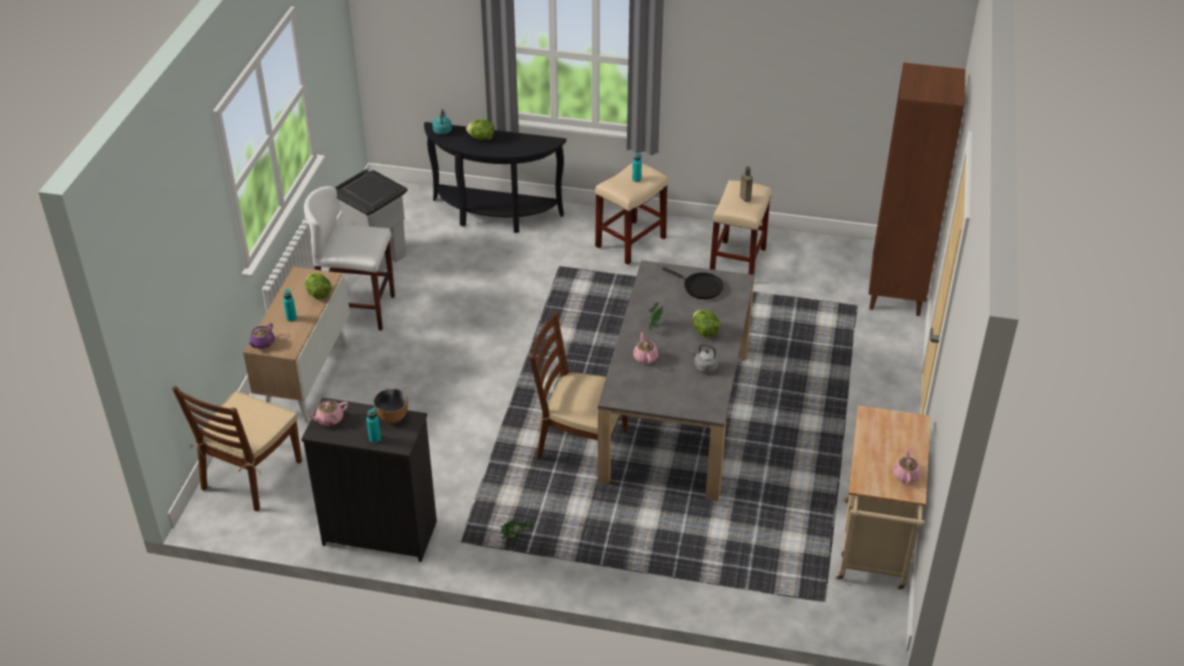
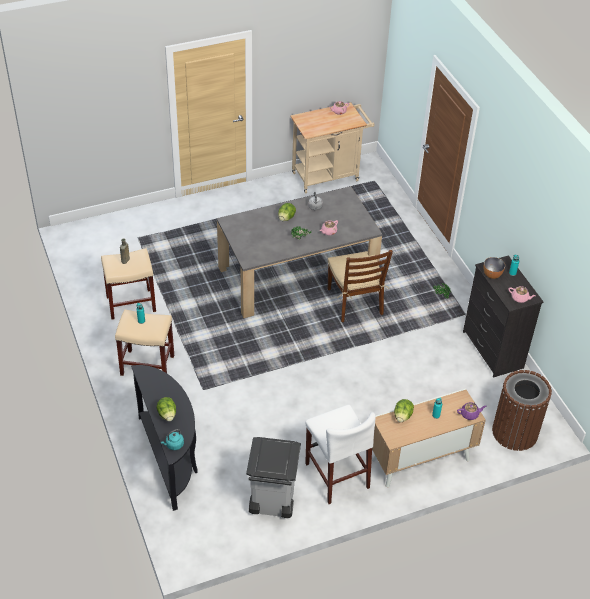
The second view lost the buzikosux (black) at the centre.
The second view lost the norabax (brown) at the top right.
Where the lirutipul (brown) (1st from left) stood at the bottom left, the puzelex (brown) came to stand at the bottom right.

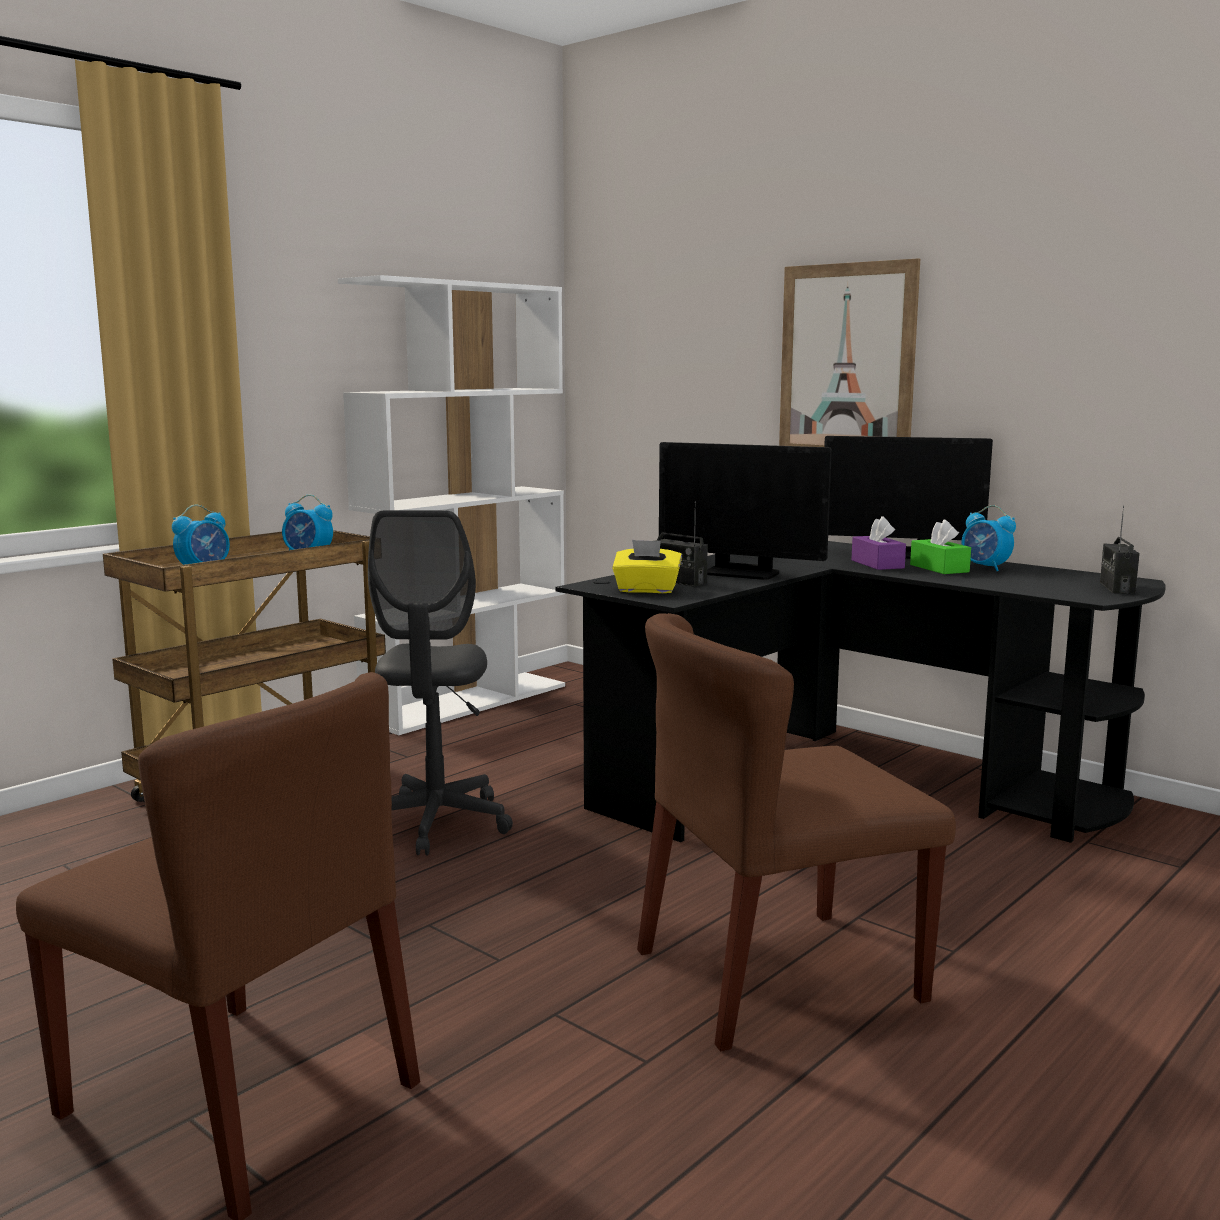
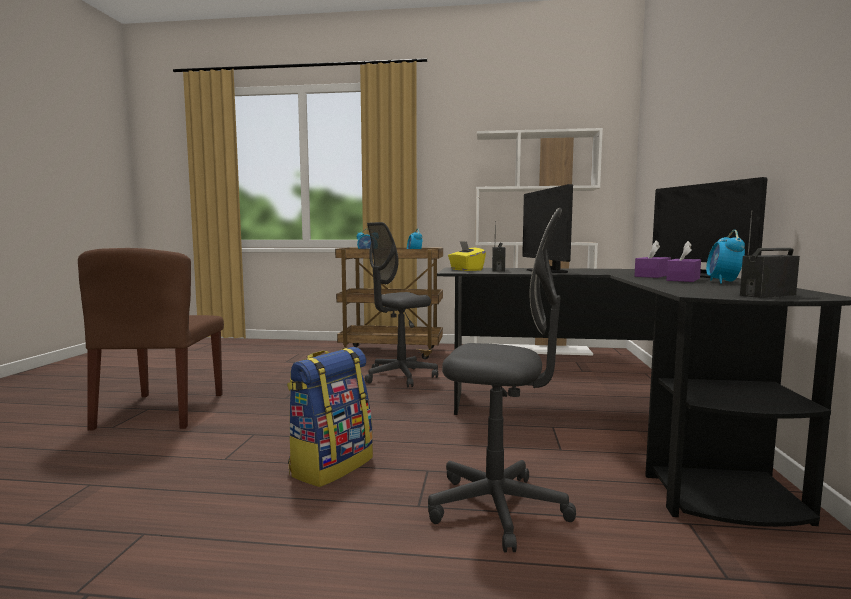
The second view lost the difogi at the top right.
The second view gained the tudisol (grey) (2nd from left) at the centre.
Where the lirutipul (brown) (2nd from left) stood at the bottom centre, the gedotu came to stand at the bottom centre.
What was the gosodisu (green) at the middle right turned into the gosodisu (purple) (2nd from left) at the middle right.

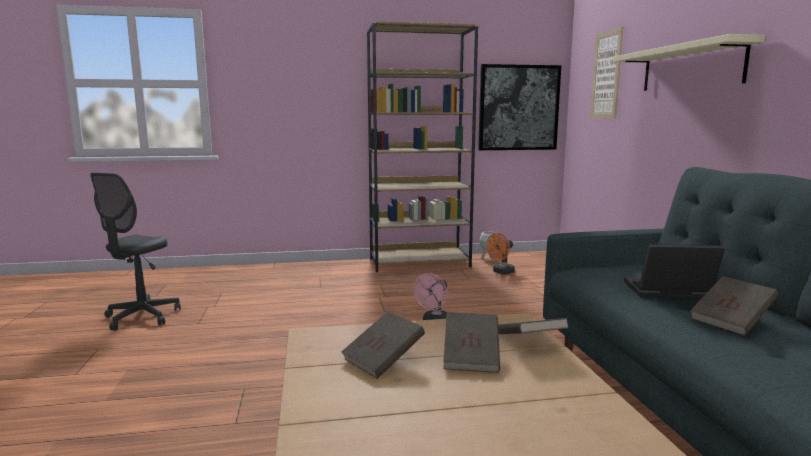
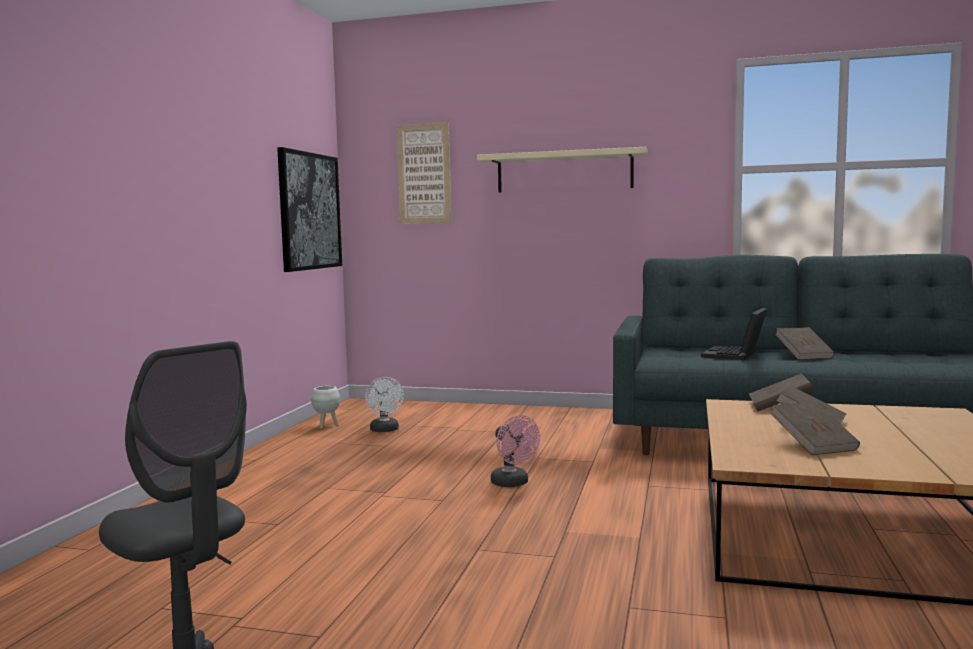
The second view lost the norabax (brown) at the top centre.
What was the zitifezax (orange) at the centre turned into the zitifezax (white) at the centre.

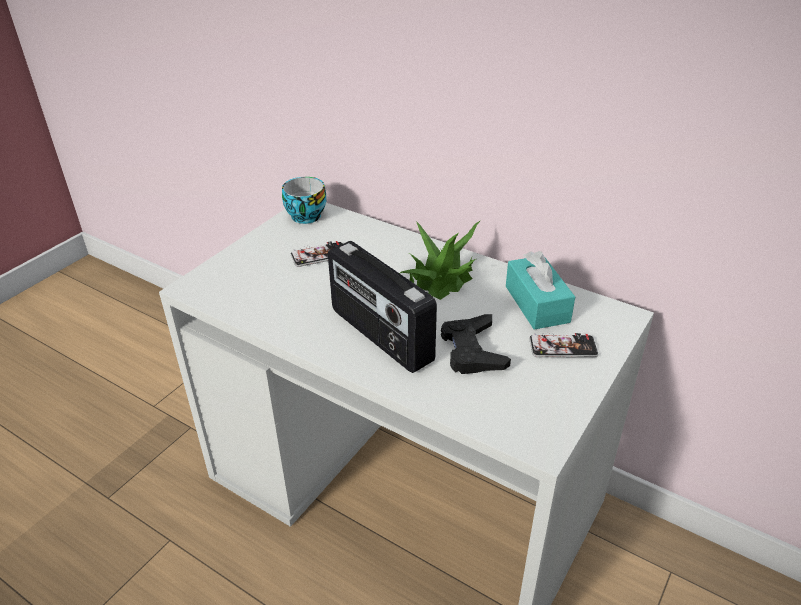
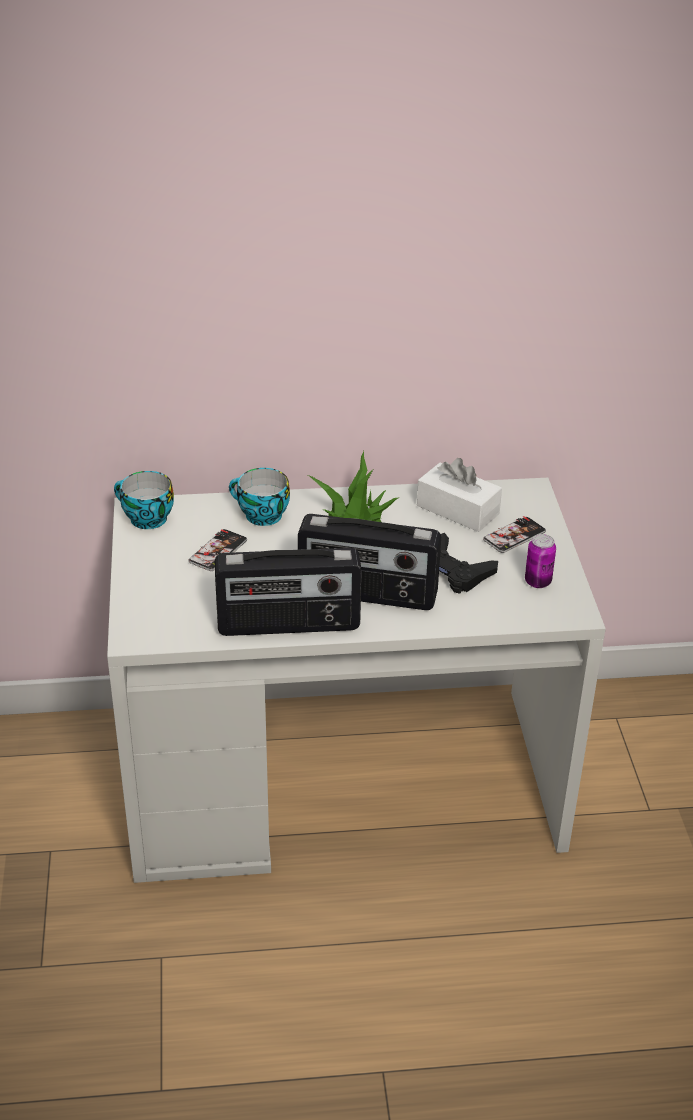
The second view gained the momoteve (1st from left) at the centre.
The second view gained the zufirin (2nd from left) at the centre.
The second view gained the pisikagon at the middle right.
What was the gosodisu (turquoise) at the middle right turned into the gosodisu (white) at the centre.

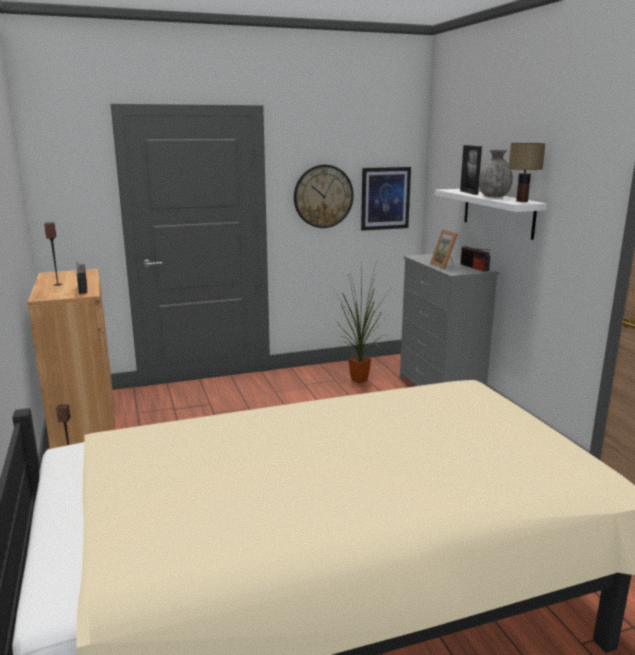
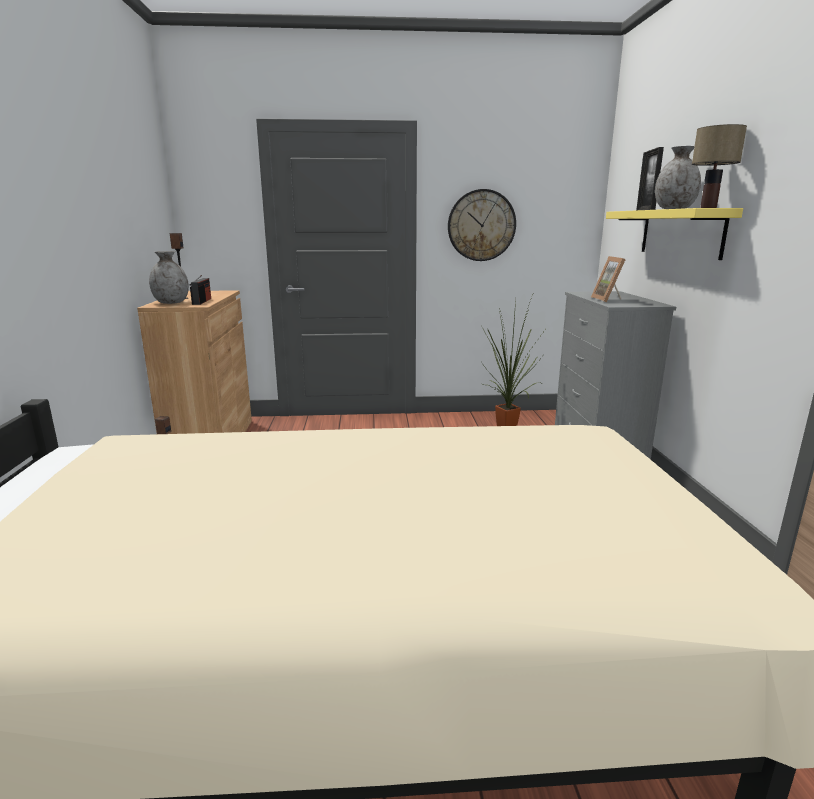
The second view lost the difogi at the top centre.
The second view lost the momoteve (2nd from left) at the middle right.
The second view gained the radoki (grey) (1st from left) at the middle left.
What was the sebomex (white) at the top right turned into the sebomex (yellow) at the top right.

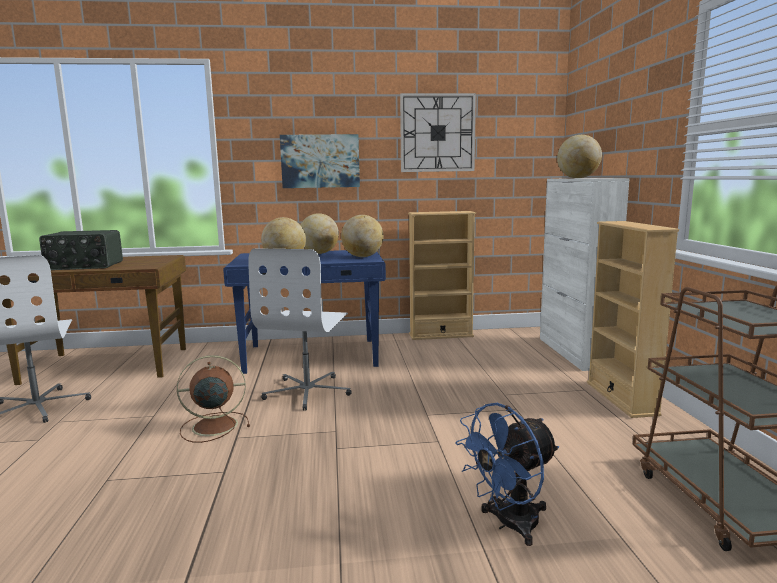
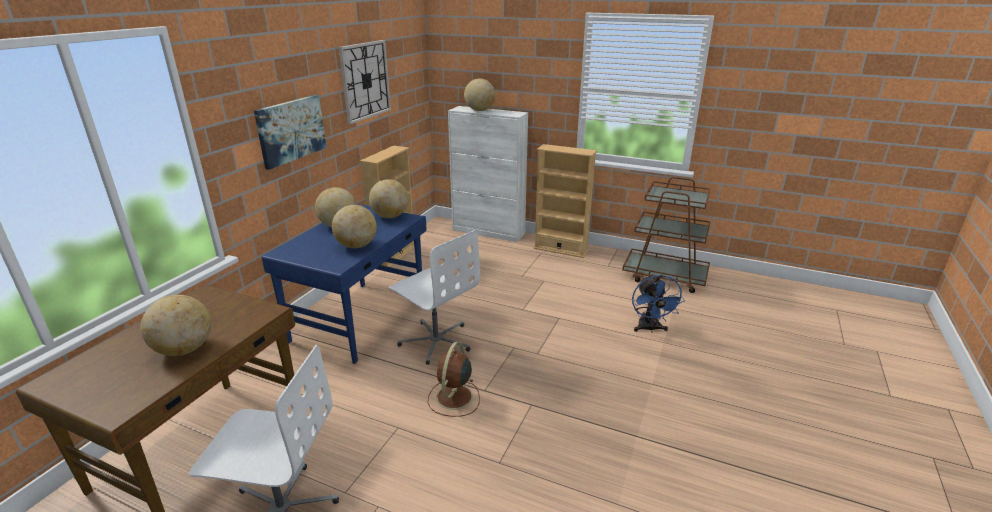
Where the momoteve stood at the middle left, the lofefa (1st from left) came to stand at the middle left.

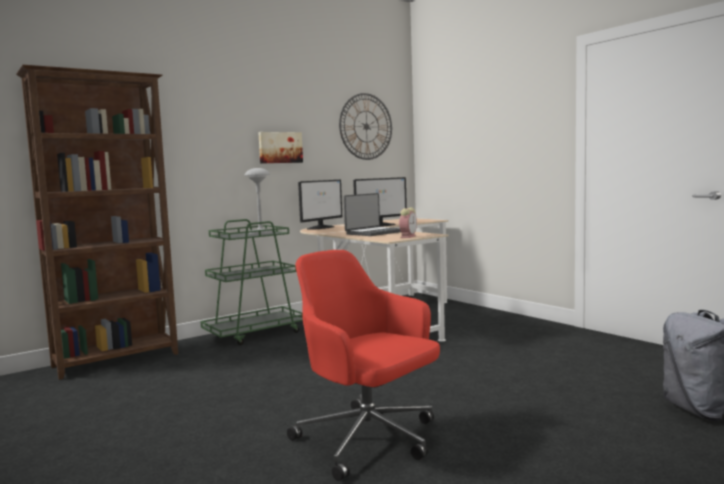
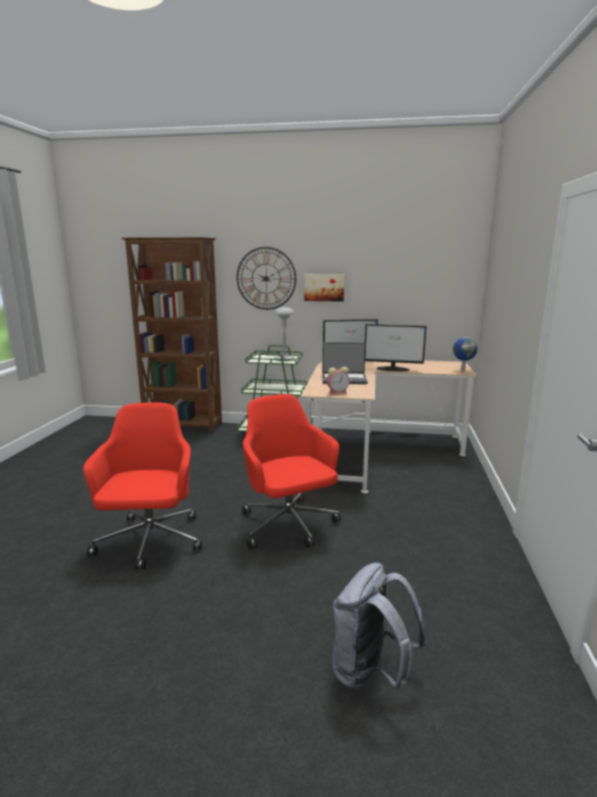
The second view gained the tudisol (red) (2nd from left) at the centre.
The second view gained the lofefa at the middle right.
The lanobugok ended up elsewhere, having gone from the top centre to the centre.

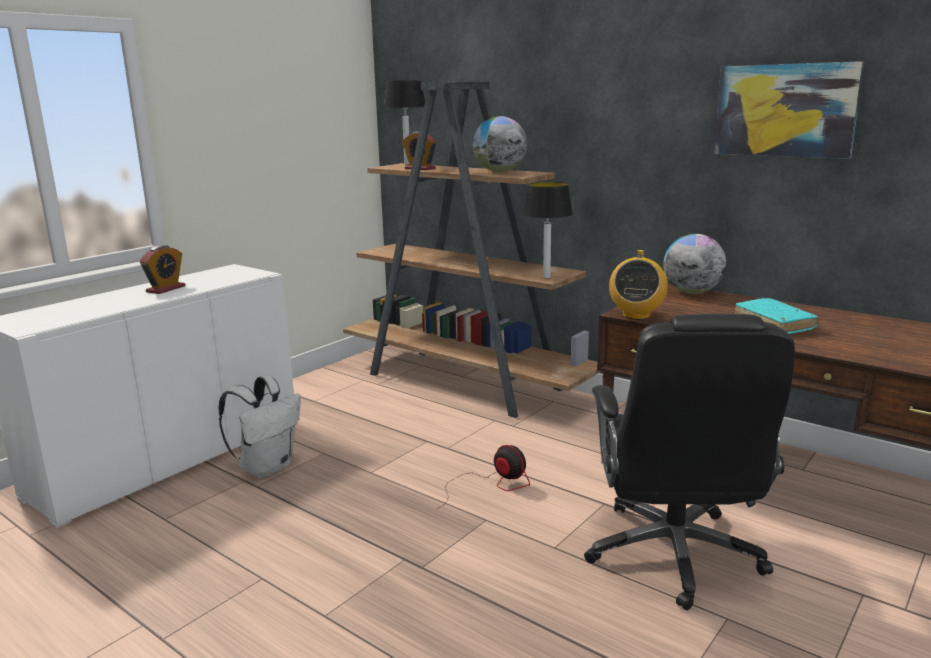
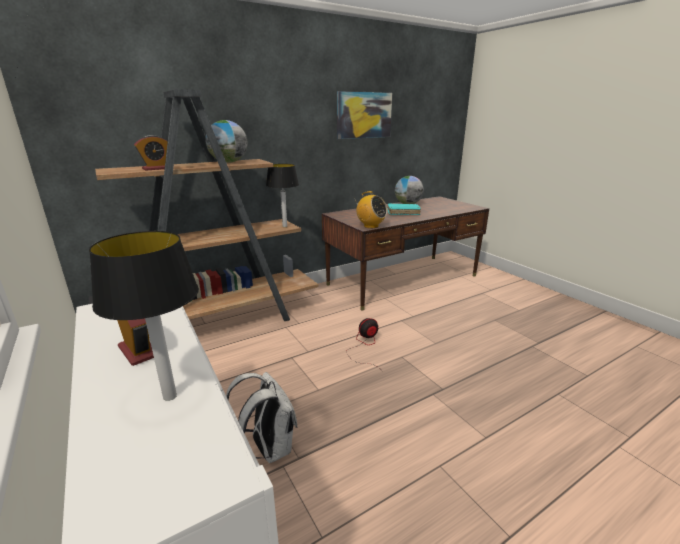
The second view lost the tudisol (black) at the bottom right.
The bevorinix (1st from left) ended up elsewhere, having gone from the top centre to the middle left.
The lofefa (2nd from left) ended up elsewhere, having gone from the middle right to the centre.

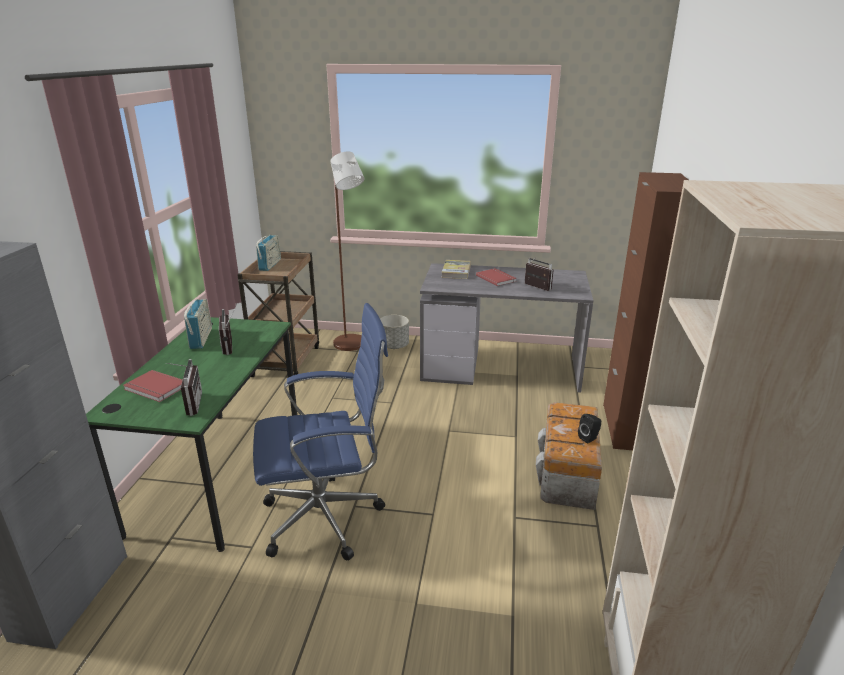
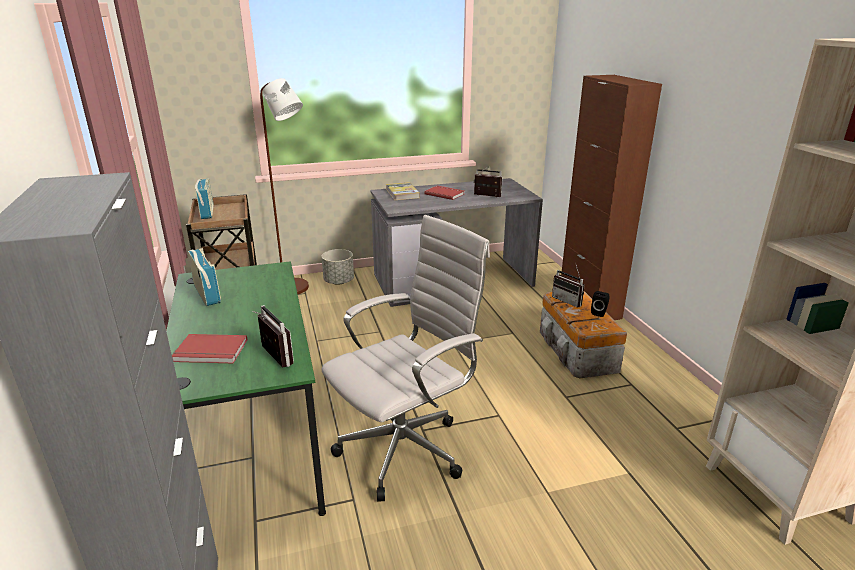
The momoteve (3rd from left in the first image) ended up elsewhere, having gone from the middle left to the centre.
What was the tudisol (blue) at the centre turned into the tudisol (white) at the centre.

